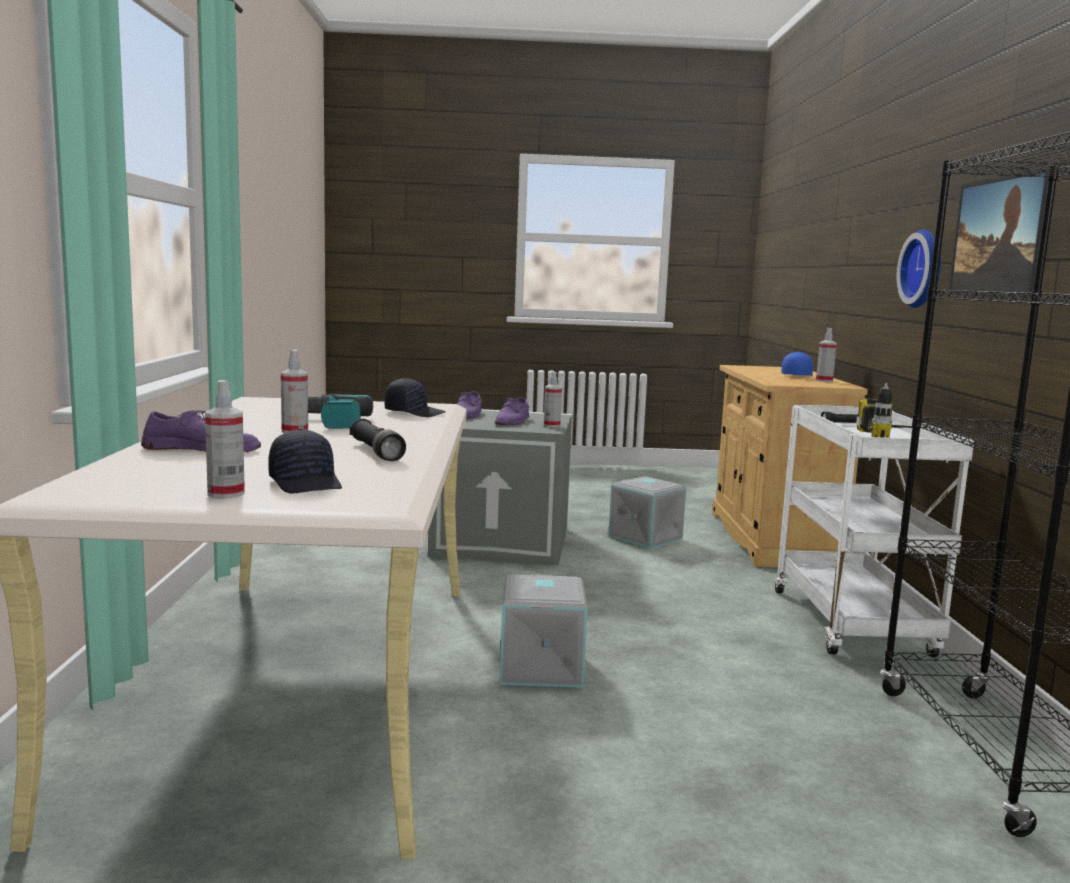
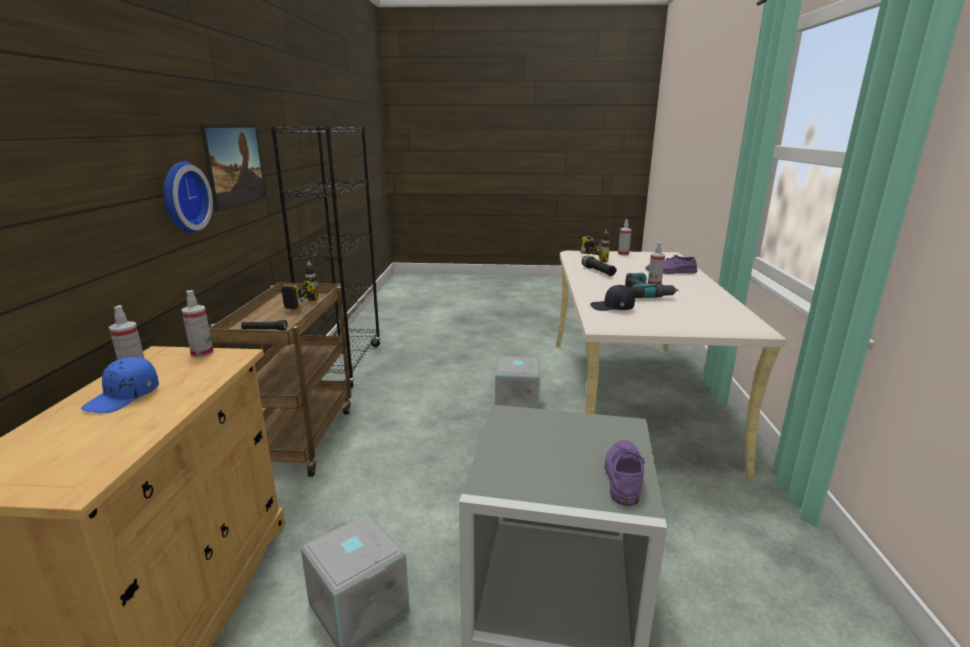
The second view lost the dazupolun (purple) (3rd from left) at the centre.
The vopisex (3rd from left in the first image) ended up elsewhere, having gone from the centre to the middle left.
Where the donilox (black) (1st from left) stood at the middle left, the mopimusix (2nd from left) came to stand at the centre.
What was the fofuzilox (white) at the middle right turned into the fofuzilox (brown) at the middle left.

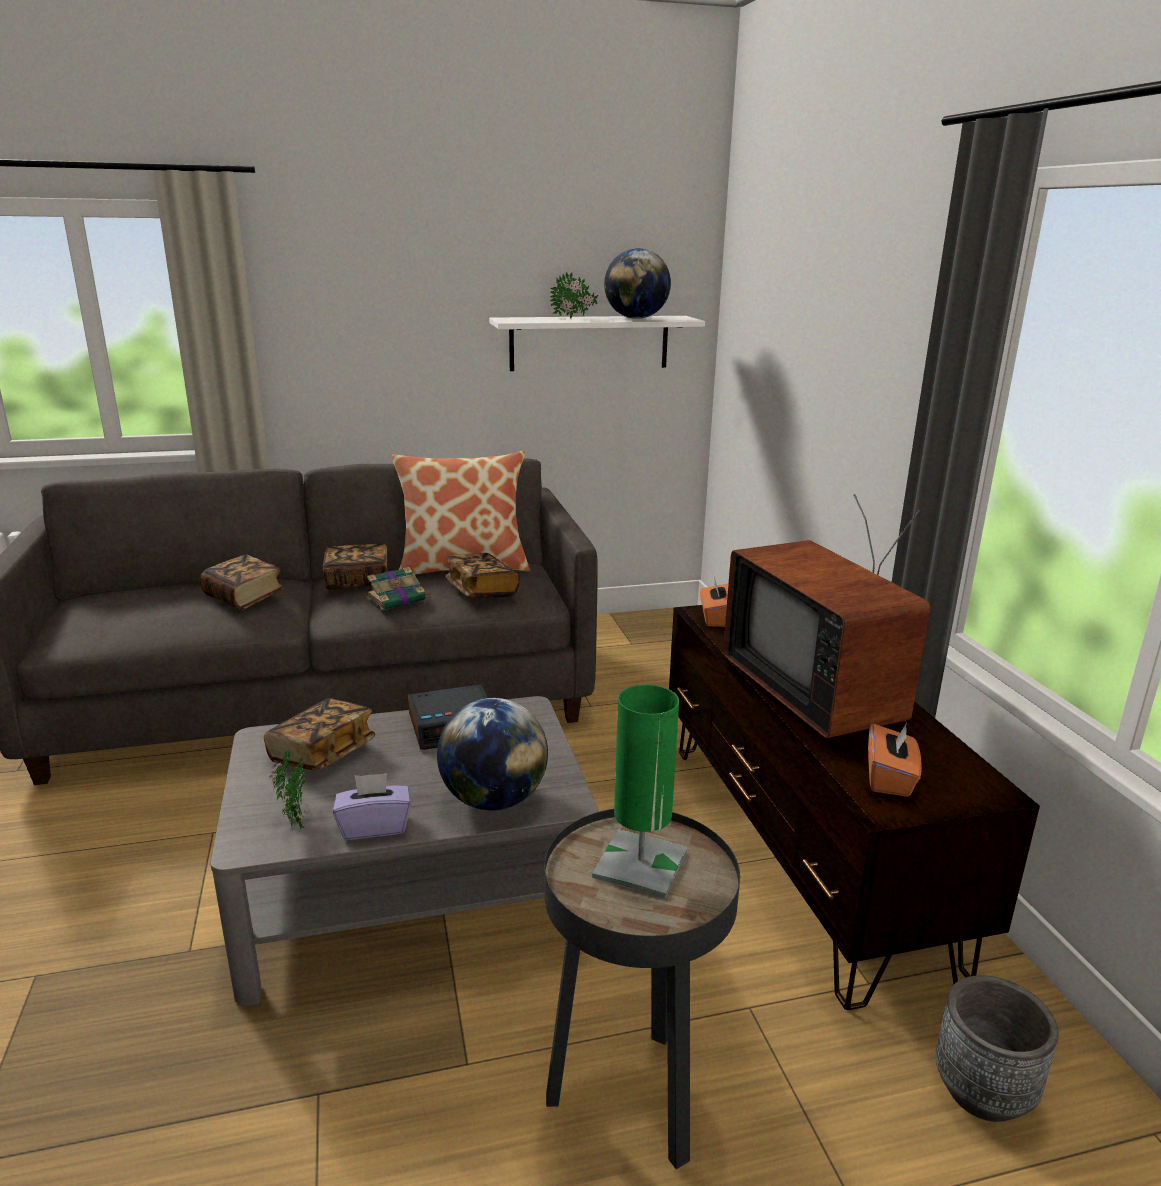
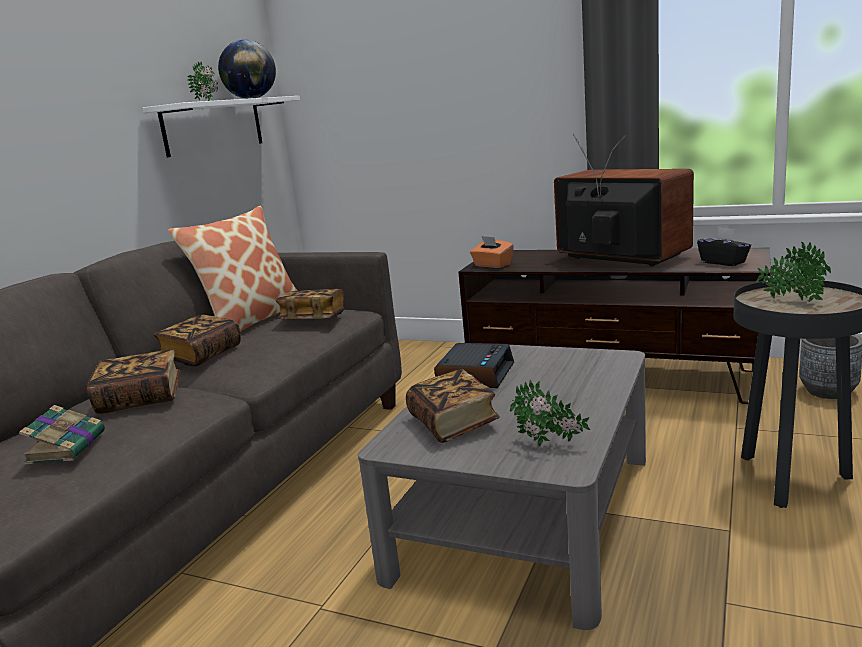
The second view lost the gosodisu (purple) at the bottom left.
The second view lost the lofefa (1st from left) at the centre.
The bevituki (4th from left in the first image) ended up elsewhere, having gone from the centre to the bottom left.
Where the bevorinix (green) stood at the bottom centre, the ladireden (3rd from left) came to stand at the middle right.
What was the gosodisu (orange) (2nd from left) at the middle right turned into the gosodisu (black) at the middle right.
The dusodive at the middle right ended up facing another way, 150 degrees counterclockwise from before.

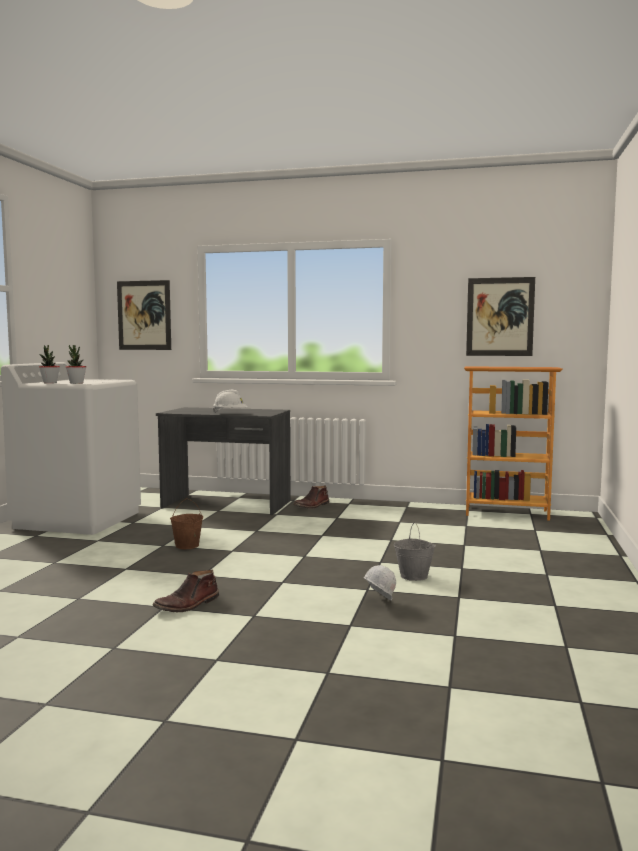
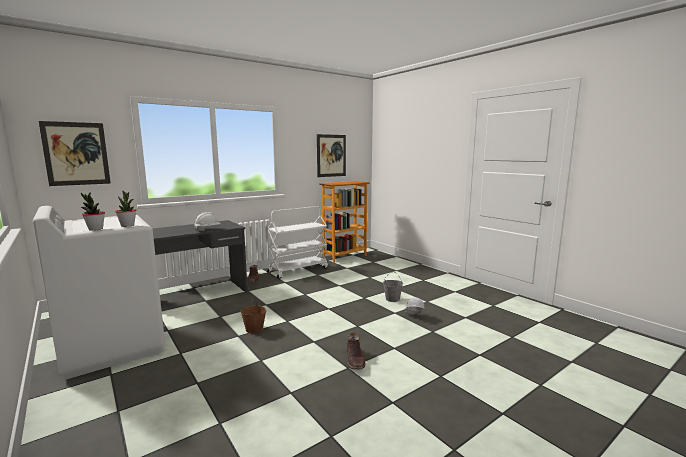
The second view gained the fofuzilox (white) at the centre.

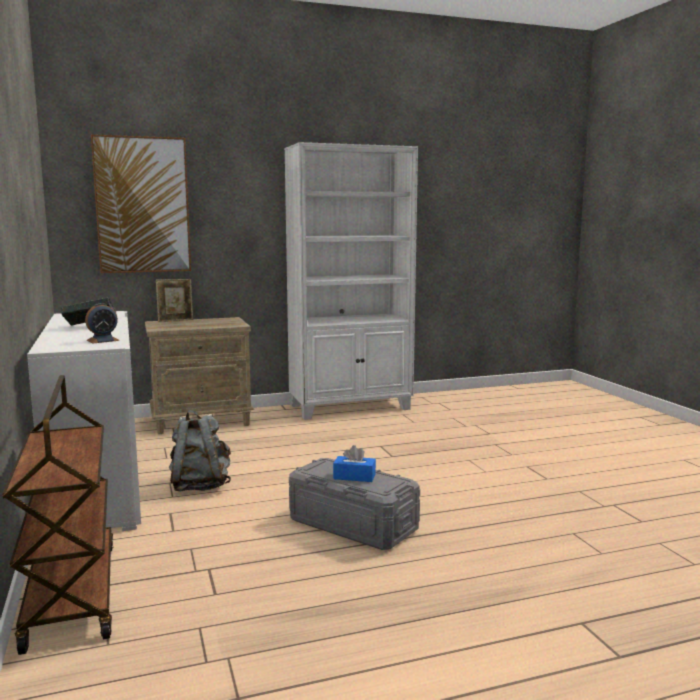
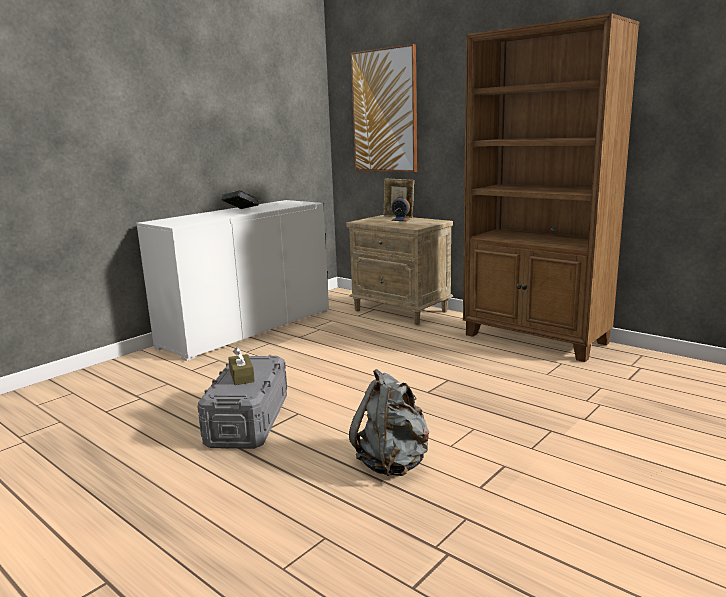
The second view lost the fofuzilox (brown) at the bottom left.
The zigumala ended up elsewhere, having gone from the middle left to the centre.
The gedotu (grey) ended up elsewhere, having gone from the middle left to the bottom centre.
What was the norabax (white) at the centre turned into the norabax (brown) at the top right.
What was the gosodisu (blue) at the centre turned into the gosodisu (brown) at the middle left.

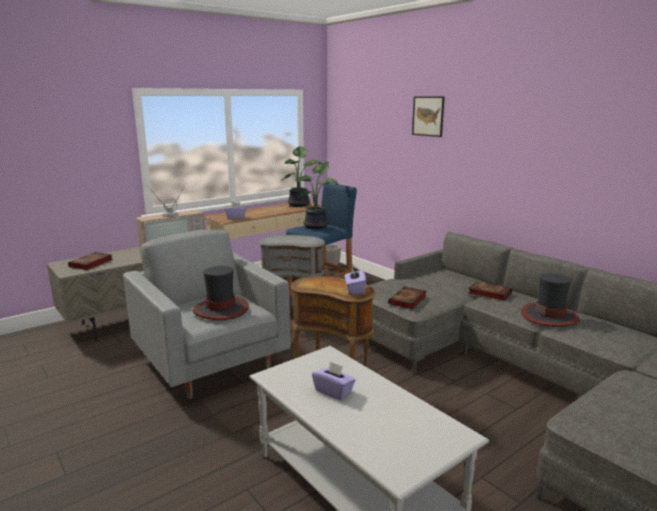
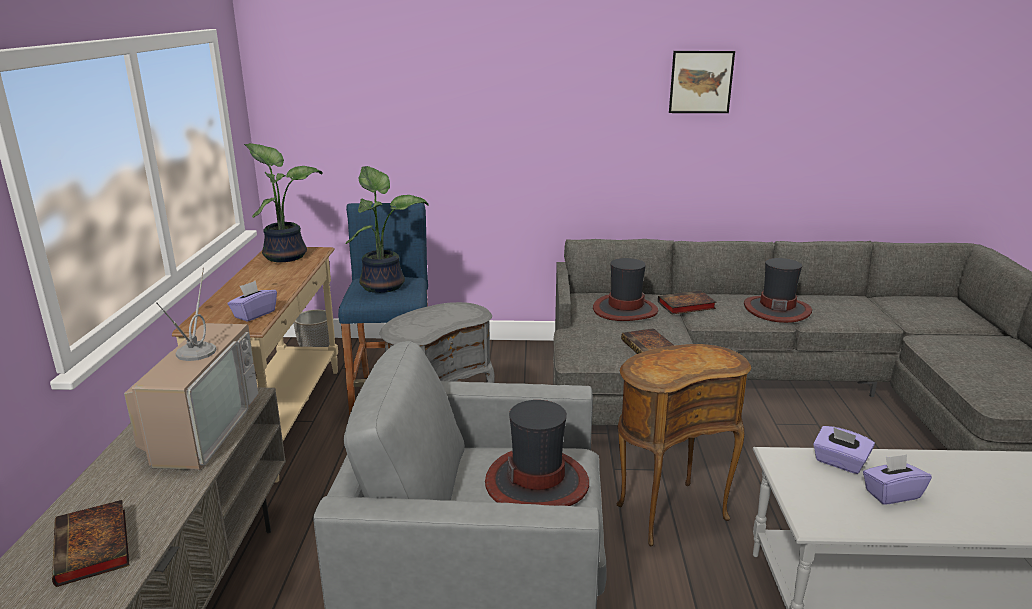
The second view gained the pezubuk (2nd from left) at the centre.
The gosodisu (purple) (3rd from left in the first image) ended up elsewhere, having gone from the centre to the bottom right.
The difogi ended up elsewhere, having gone from the top centre to the top right.

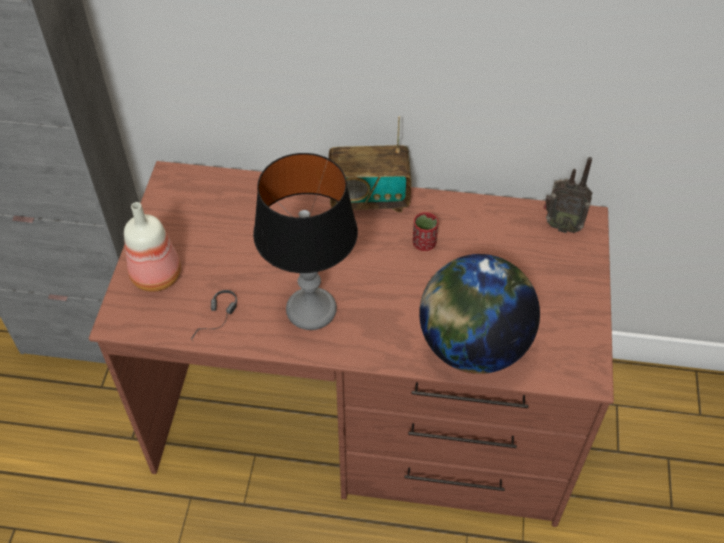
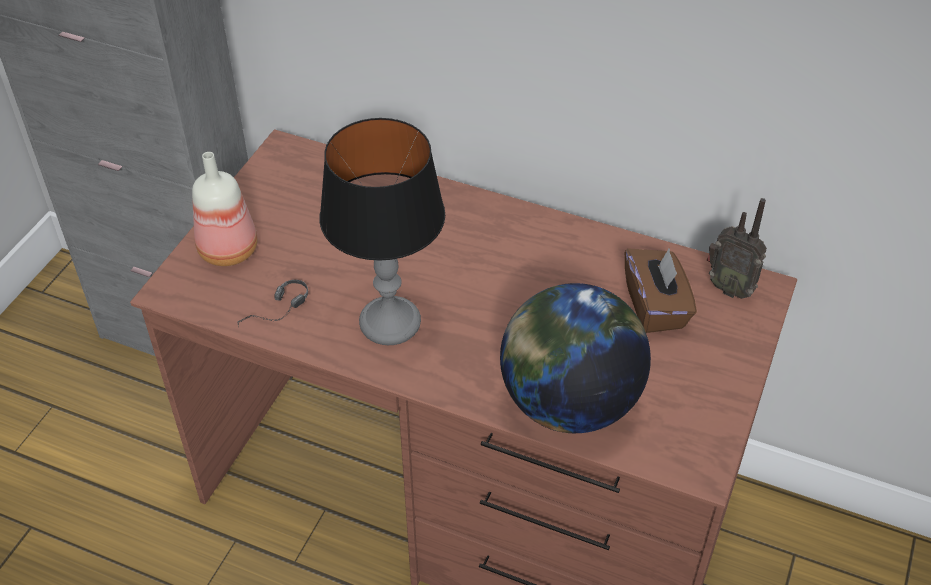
The second view lost the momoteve (1st from left) at the top centre.
The second view lost the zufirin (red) at the centre.
The second view gained the gosodisu (brown) at the middle right.

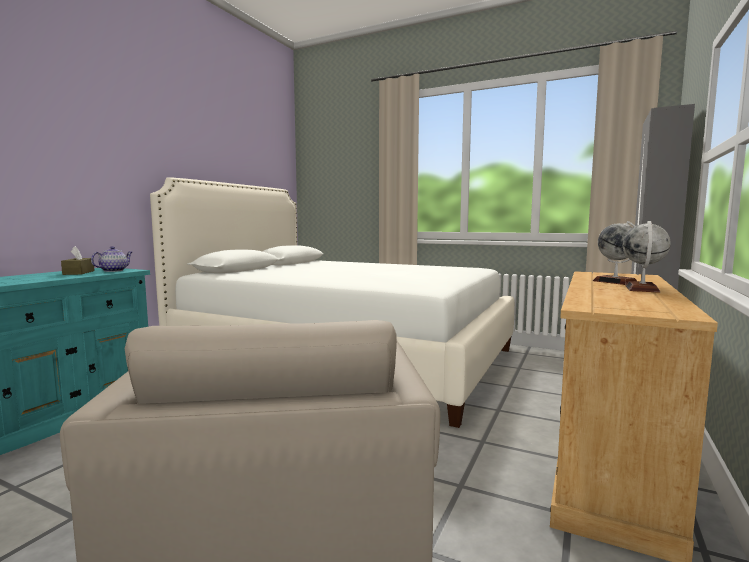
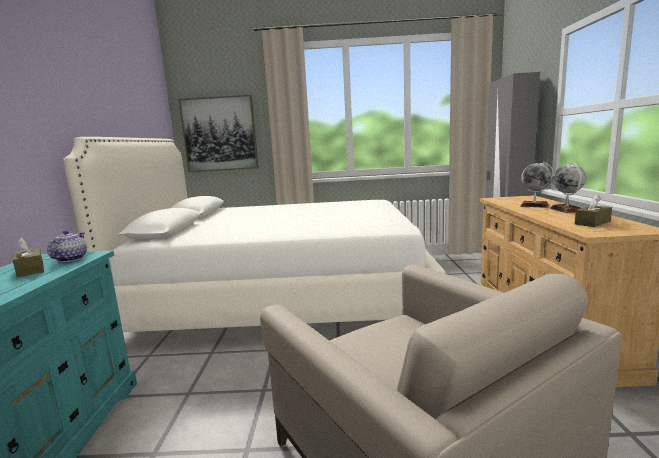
The second view gained the difogi at the top left.
The second view gained the gosodisu (brown) (2nd from left) at the middle right.

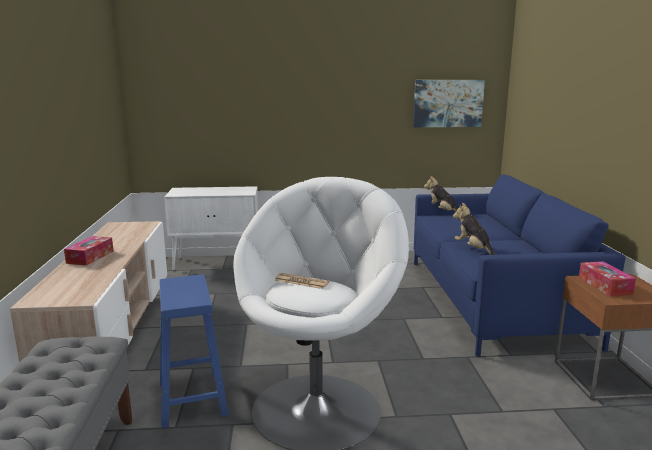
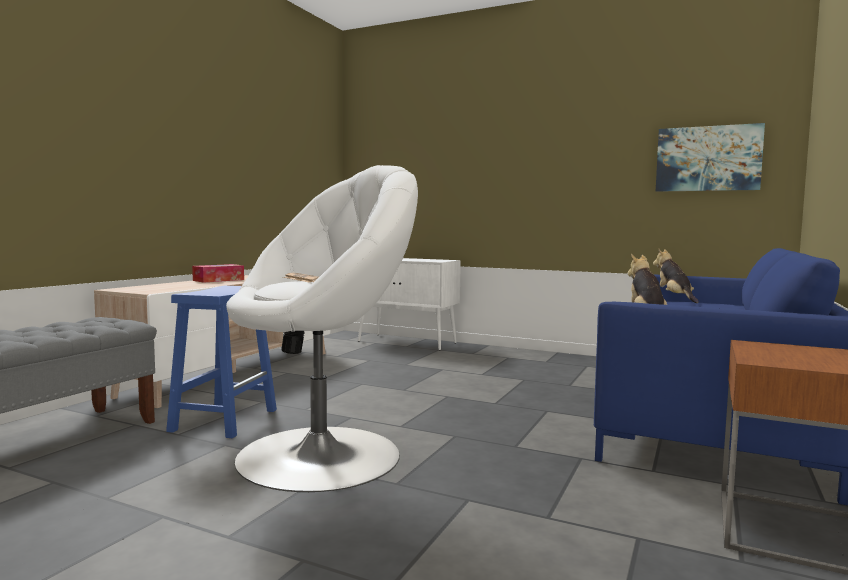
The second view lost the gosodisu (2nd from left) at the middle right.

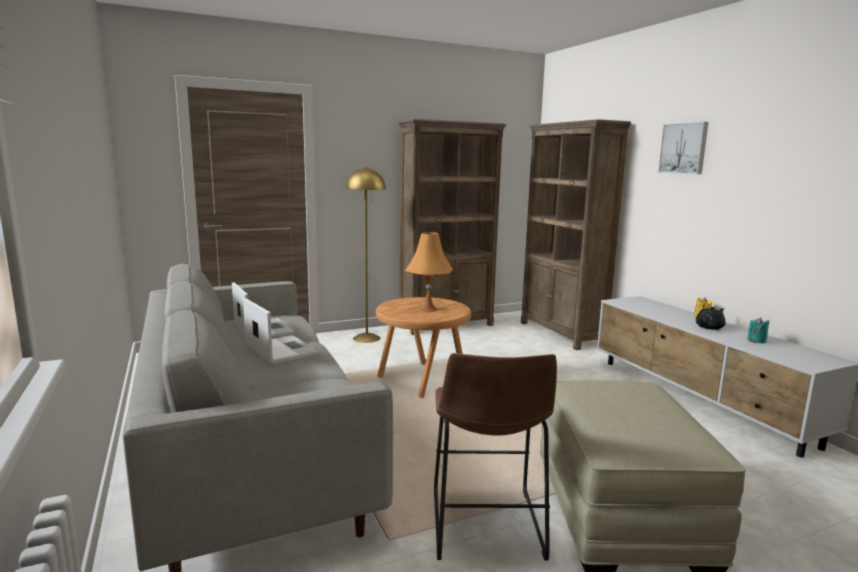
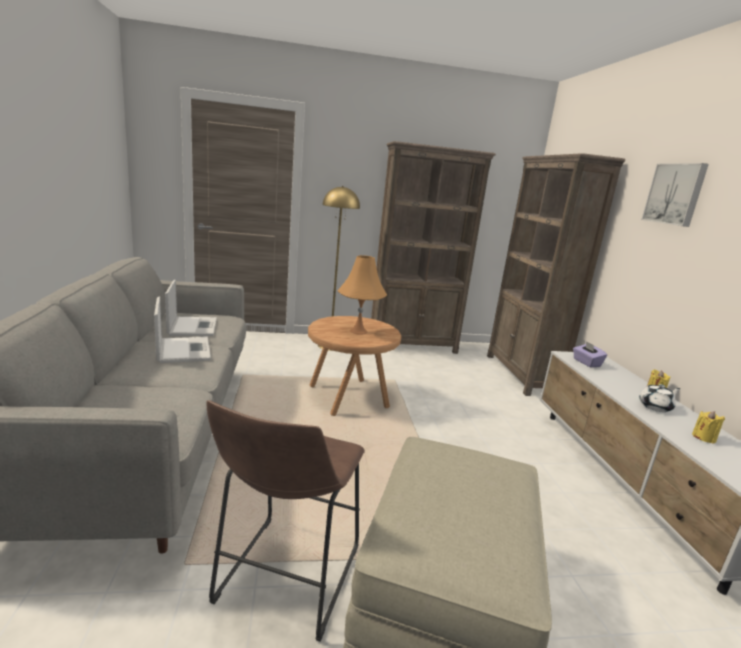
The second view gained the gosodisu (purple) at the middle right.
What was the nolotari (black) at the middle right turned into the nolotari (white) at the middle right.
What was the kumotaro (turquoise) at the middle right turned into the kumotaro (yellow) (2nd from left) at the middle right.

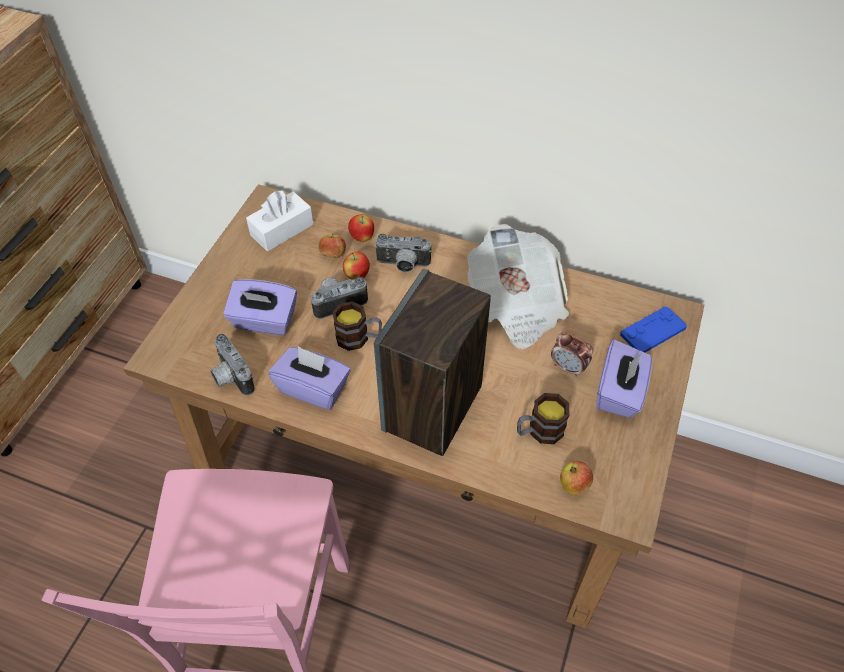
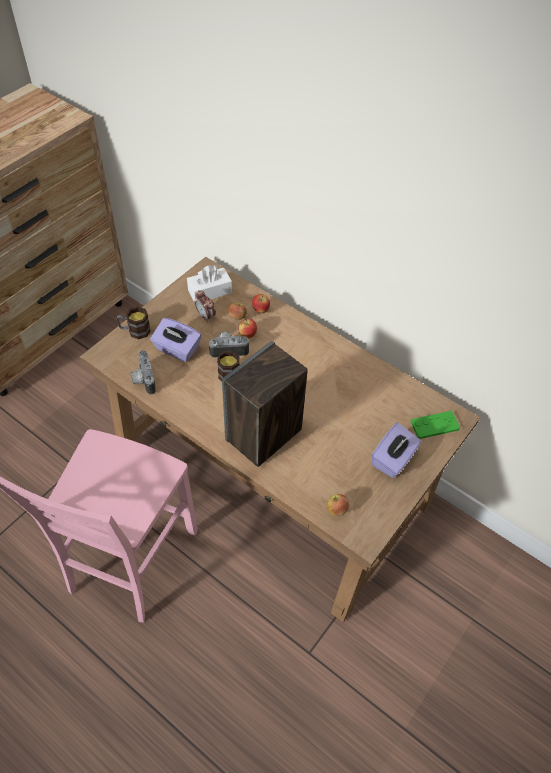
The second view lost the gosodisu (purple) (2nd from left) at the centre.
The second view lost the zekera (3rd from left) at the centre.
The second view lost the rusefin at the centre.
The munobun (2nd from left in the first image) ended up elsewhere, having gone from the centre to the middle left.
The zigumala ended up elsewhere, having gone from the middle right to the centre.
What was the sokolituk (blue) at the middle right turned into the sokolituk (green) at the middle right.

